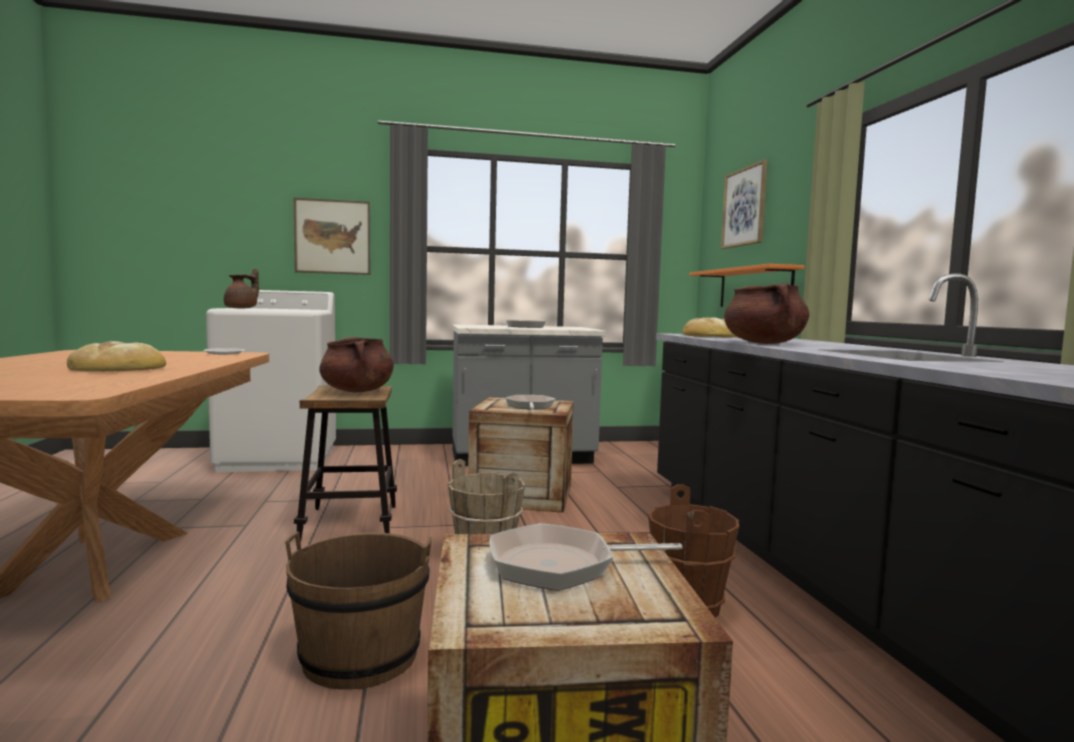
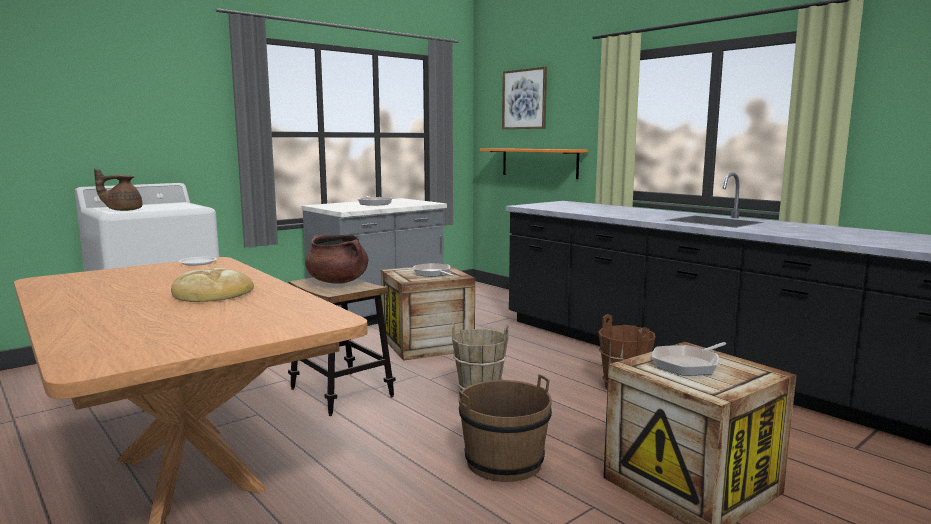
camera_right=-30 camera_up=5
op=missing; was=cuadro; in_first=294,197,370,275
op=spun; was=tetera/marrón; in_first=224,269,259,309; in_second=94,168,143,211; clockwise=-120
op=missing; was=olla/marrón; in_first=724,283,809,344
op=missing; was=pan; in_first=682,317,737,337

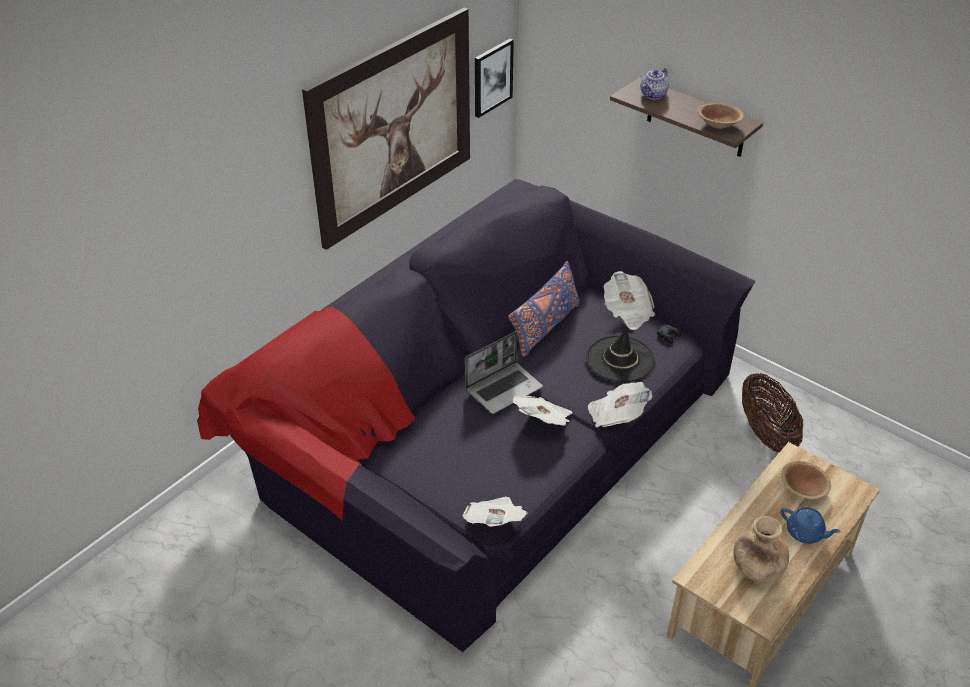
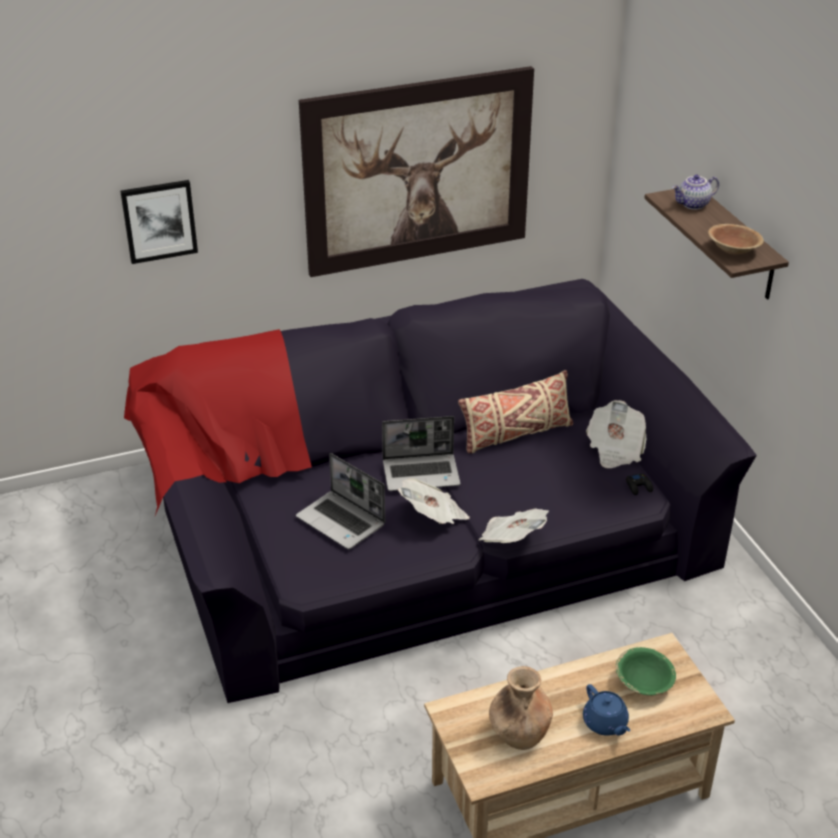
camera_right=30 camera_up=-5
op=relocated; was=cuadro; in_first=475,38,514,118; in_second=120,180,198,264
op=colour; was=cojín/azul; now=cojín/beis; in_first=508,261,580,357; in_second=458,370,573,453
op=missing; was=sombrero/negro; in_first=586,327,655,382
op=missing; was=cesta; in_first=742,373,803,453
op=colour; was=cuenco/marrón; now=cuenco/verde; in_first=781,461,831,500; in_second=616,647,676,695
op=missing; was=periódico; in_first=462,497,527,527
op=appeared; now=portátil; in_second=296,453,385,549

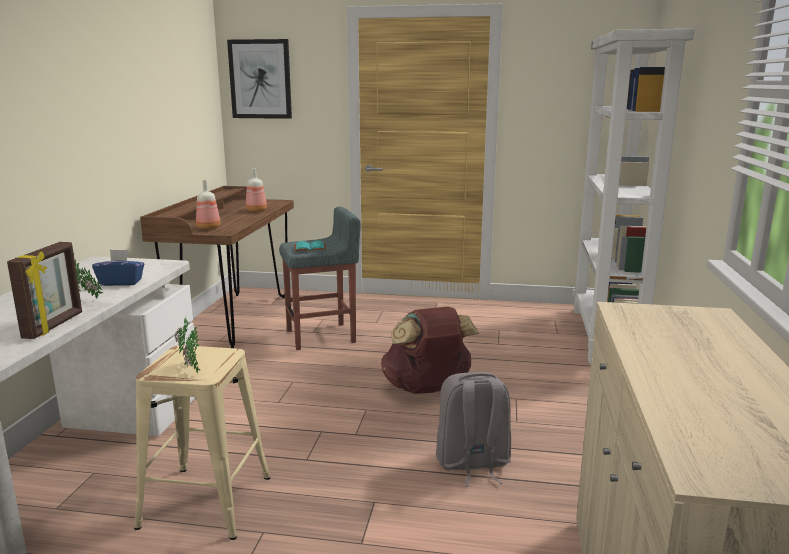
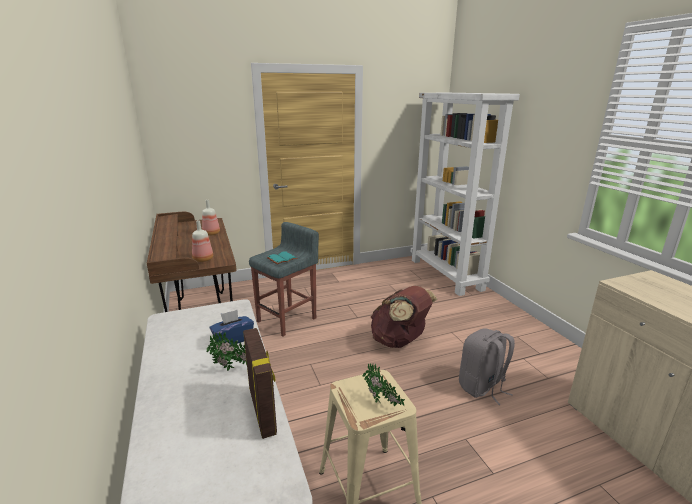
camera_right=-30 camera_up=5
op=missing; was=cuadro; in_first=227,39,292,119

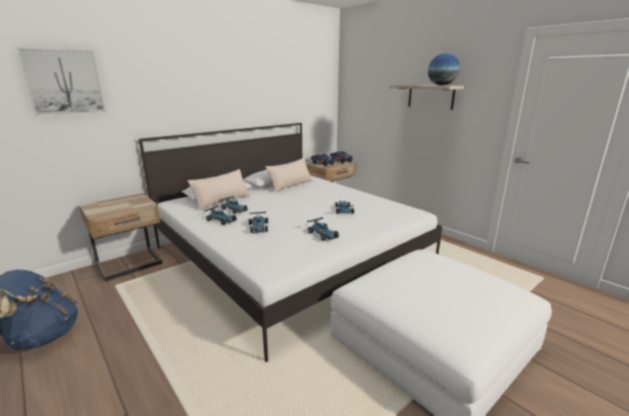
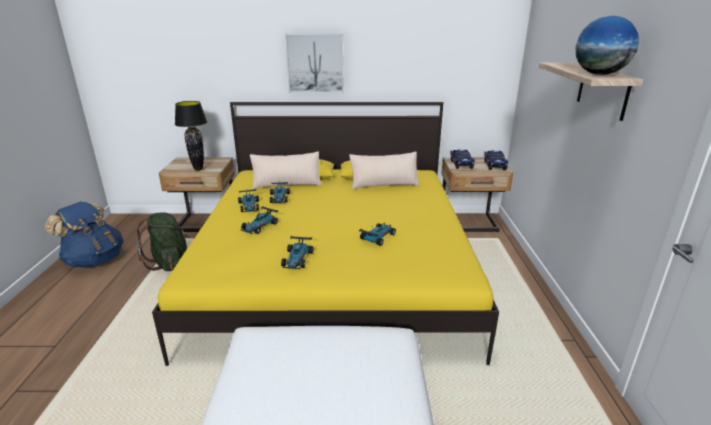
camera_right=40 camera_up=5
op=relocated; was=cuadro; in_first=17,47,106,116; in_second=285,34,344,93
op=colour; was=cama/blanco; now=cama/amarillo; in_first=139,123,442,362; in_second=152,102,499,366
op=appeared; now=lámpara de mesa/negro; in_second=175,101,207,171
op=appeared; now=mochila/verde; in_second=137,212,190,271

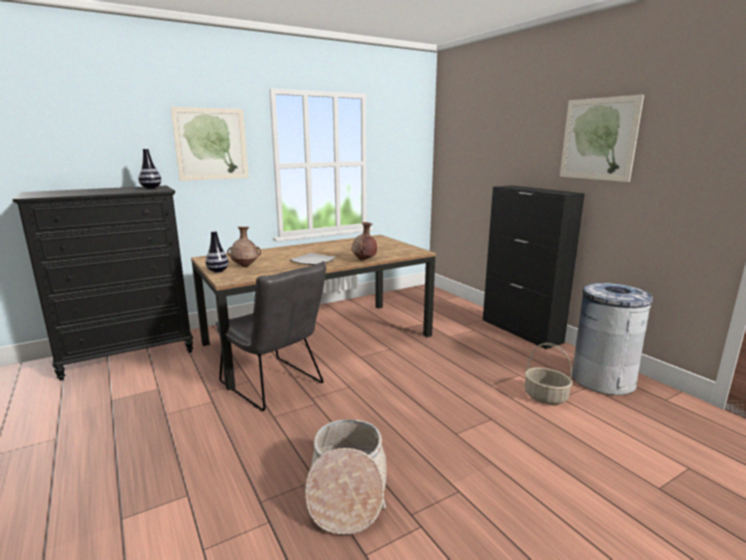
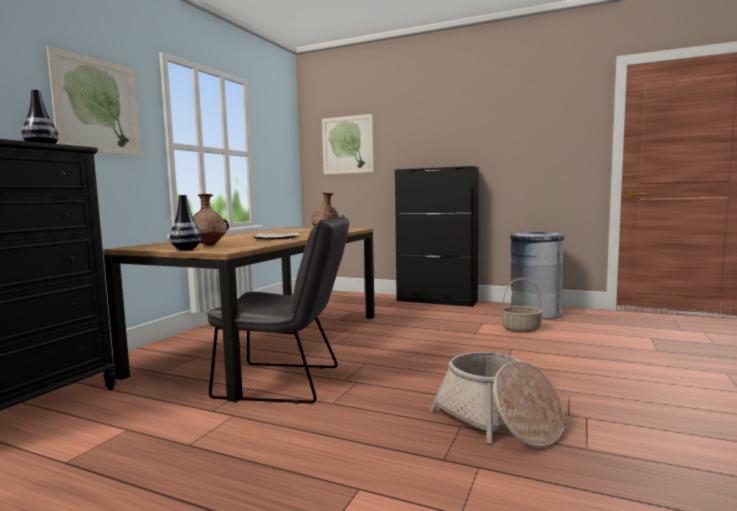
camera_right=-35 camera_up=-10
op=relocated; was=cuadro; in_first=560,94,644,182; in_second=322,114,374,174

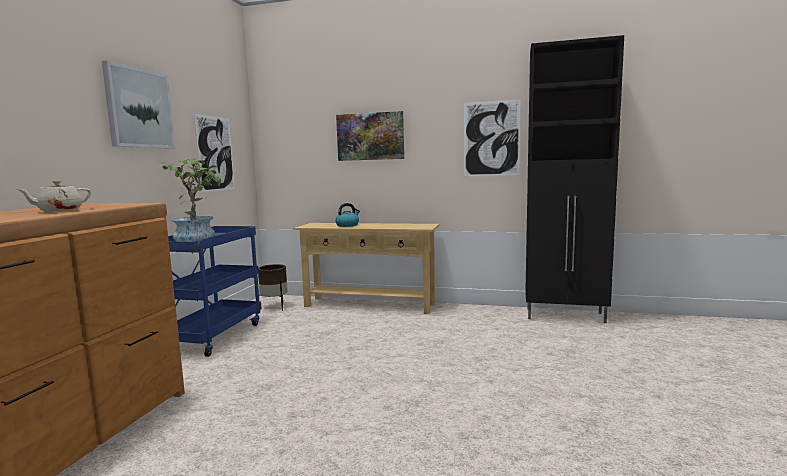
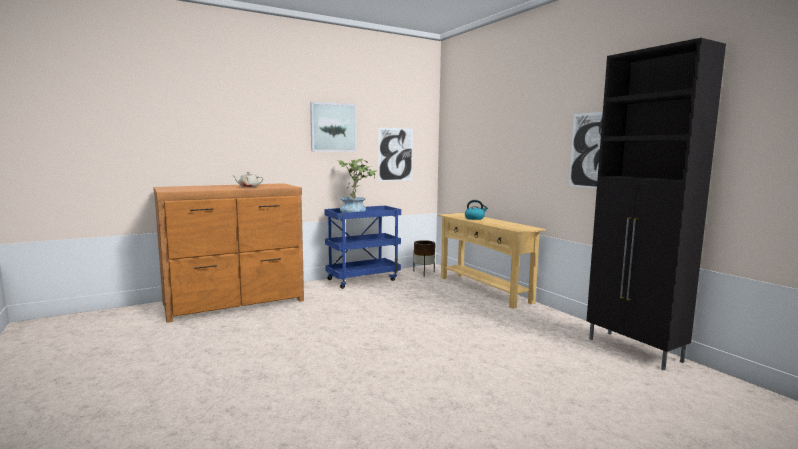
camera_right=45 camera_up=0
op=missing; was=cuadro; in_first=336,111,404,161

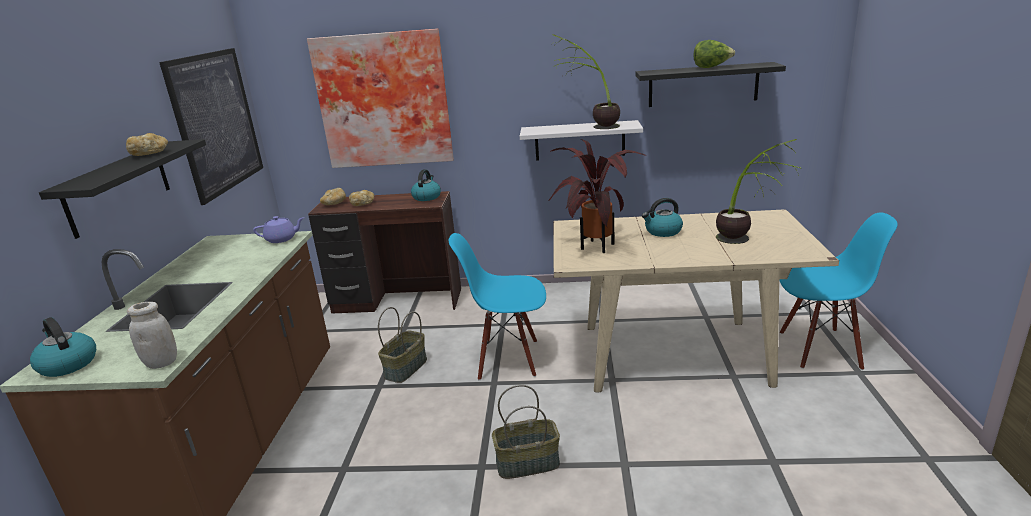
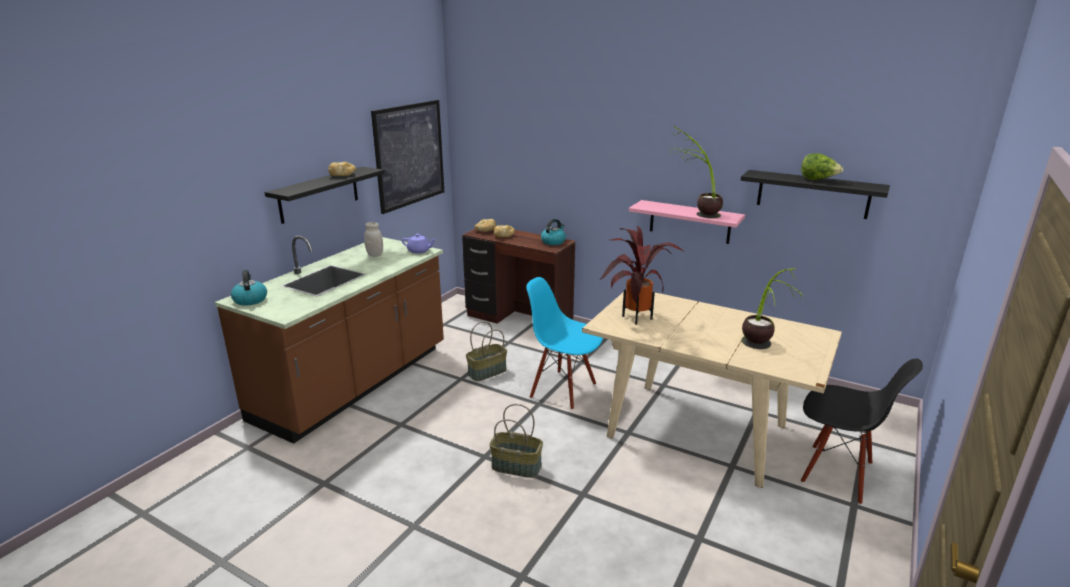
camera_right=25 camera_up=0
op=missing; was=cuadro; in_first=307,28,454,168
op=colour; was=estante/blanco; now=estante/rosa; in_first=520,120,643,161; in_second=629,200,745,244
op=missing; was=hervidor; in_first=642,198,683,237
op=colour; was=silla/azul; now=silla/negro; in_first=779,212,898,370; in_second=801,359,923,505
op=relocated; was=tarro/blanco; in_first=127,302,177,369; in_second=364,222,383,257

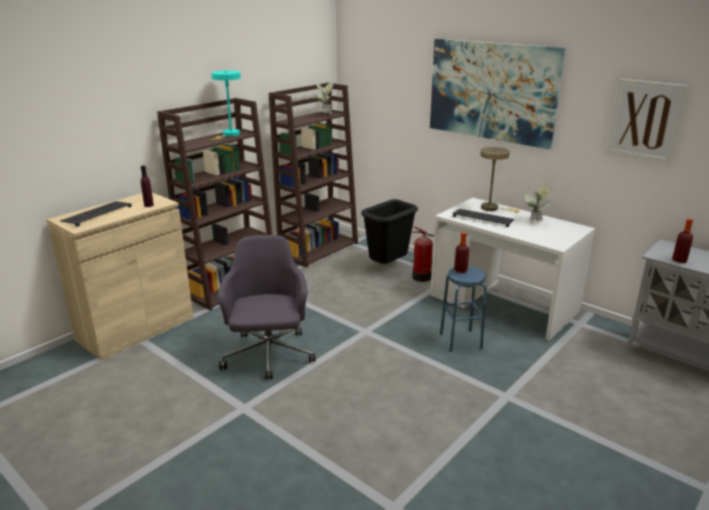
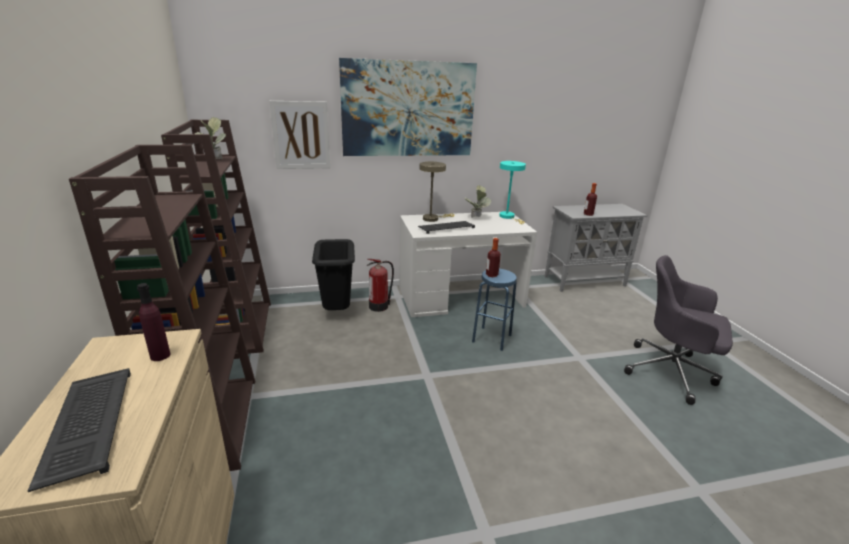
camera_right=-55 camera_up=0
op=relocated; was=lámpara de mesa/turquesa; in_first=210,71,241,140; in_second=499,161,526,224
op=relocated; was=cuadro; in_first=606,79,688,164; in_second=270,101,330,169
op=relocated; was=silla de oficina/gris; in_first=218,235,316,380; in_second=624,255,733,405

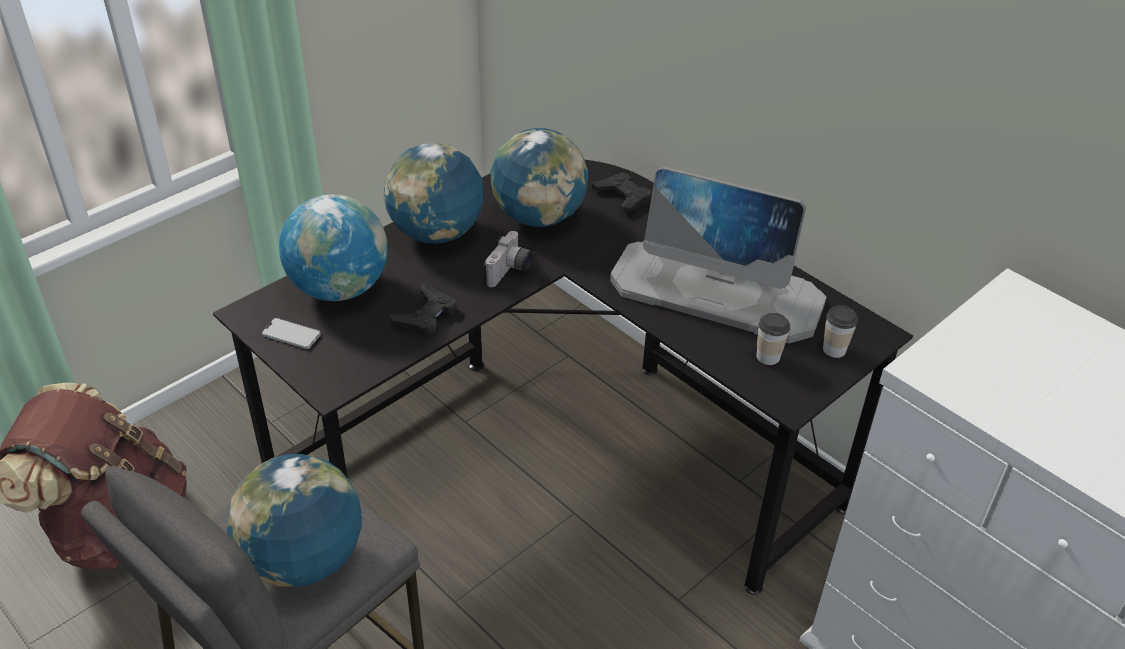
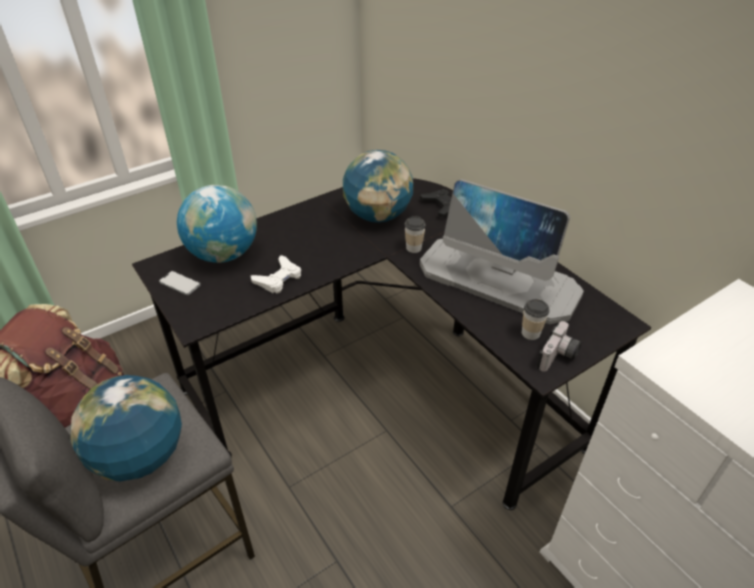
camera_right=10 camera_up=0
op=missing; was=globo terráqueo; in_first=383,143,484,244
op=relocated; was=cámara; in_first=483,231,533,287; in_second=537,321,582,372
op=colour; was=mando de consola/negro; now=mando de consola/blanco; in_first=390,283,456,336; in_second=251,255,301,293
op=relocated; was=taza; in_first=823,305,858,358; in_second=404,216,426,253

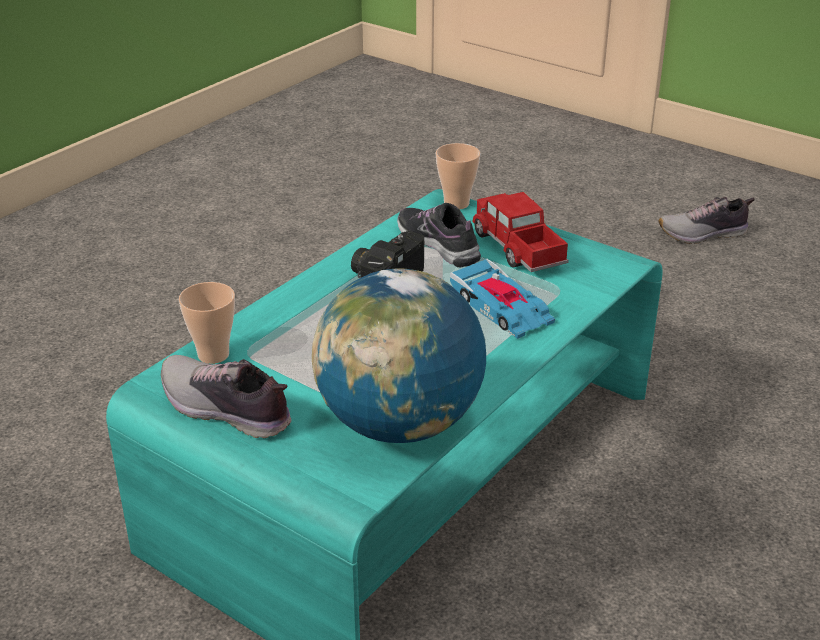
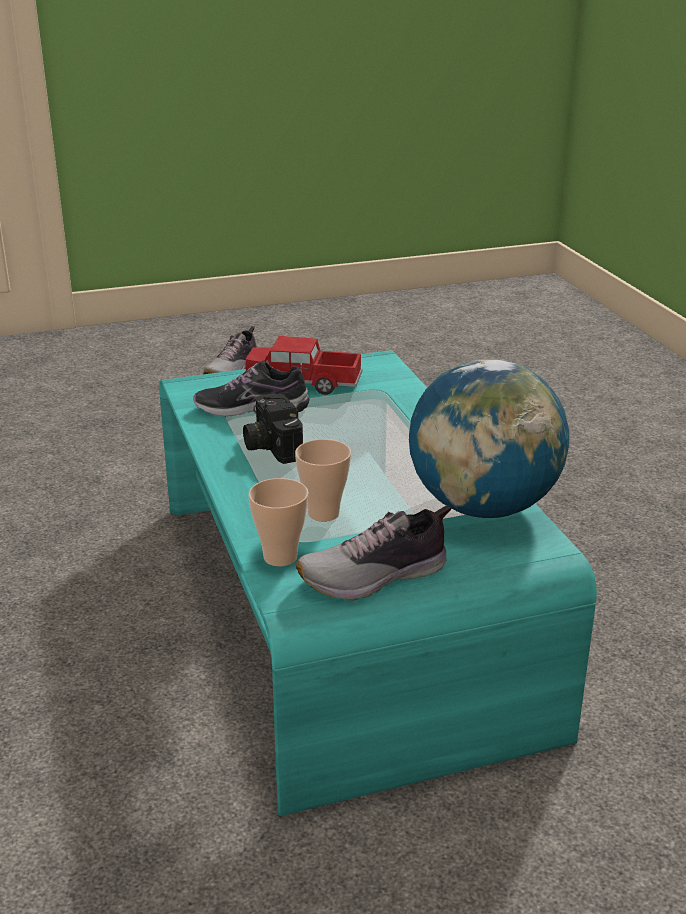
camera_right=-55 camera_up=-5
op=relocated; was=taza; in_first=436,143,480,210; in_second=295,439,351,522
op=missing; was=coche de juguete; in_first=450,259,555,339

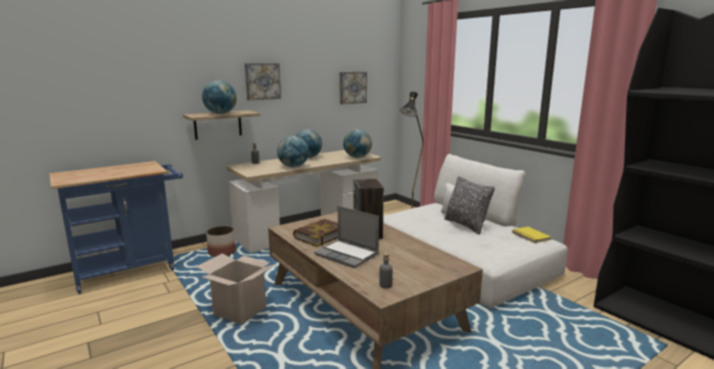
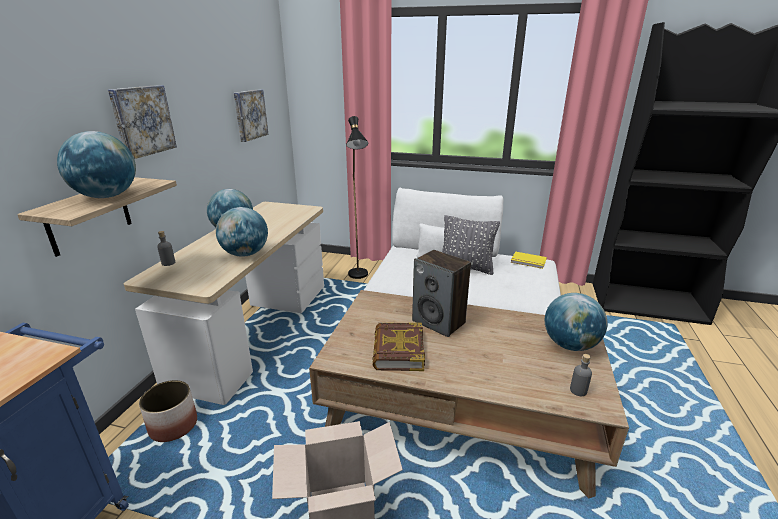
camera_right=-40 camera_up=10
op=relocated; was=globo terráqueo; in_first=343,129,372,158; in_second=545,293,607,351
op=missing; was=portátil; in_first=314,206,379,268

